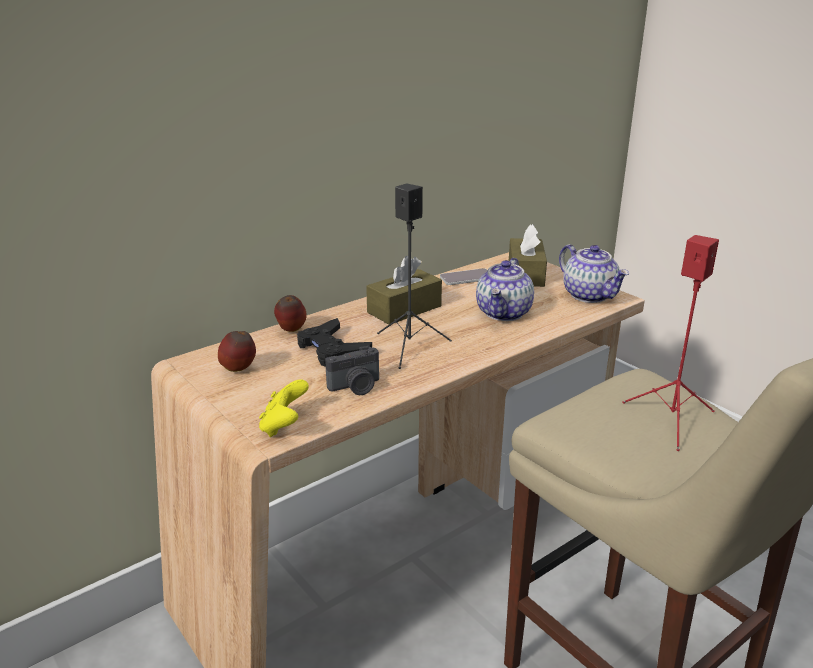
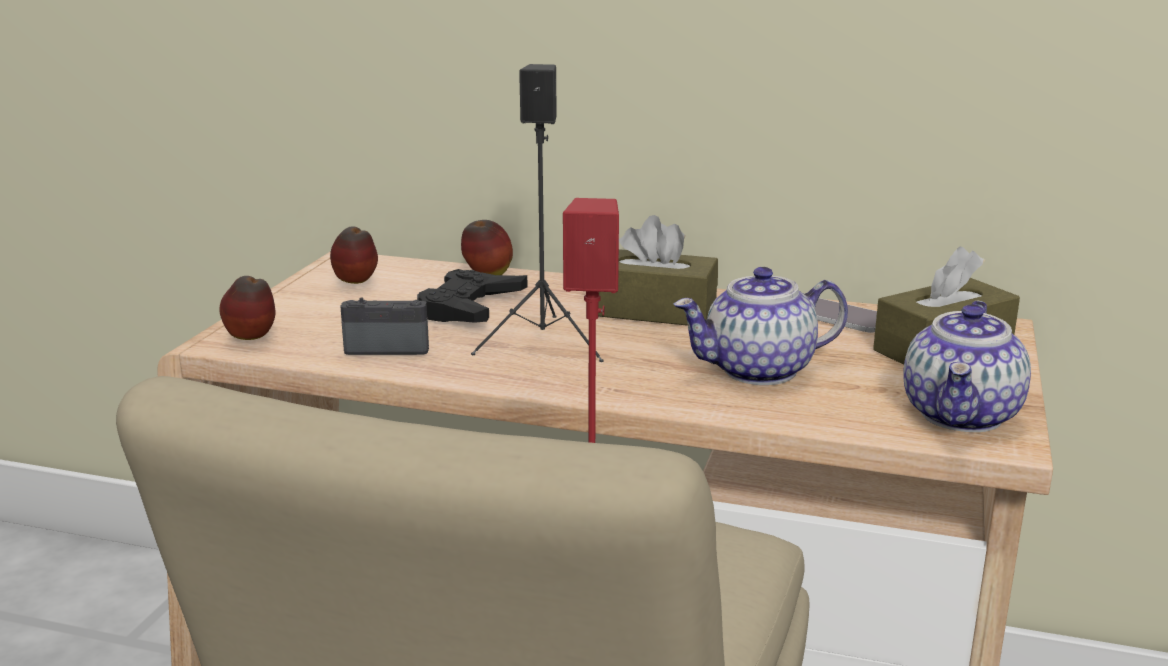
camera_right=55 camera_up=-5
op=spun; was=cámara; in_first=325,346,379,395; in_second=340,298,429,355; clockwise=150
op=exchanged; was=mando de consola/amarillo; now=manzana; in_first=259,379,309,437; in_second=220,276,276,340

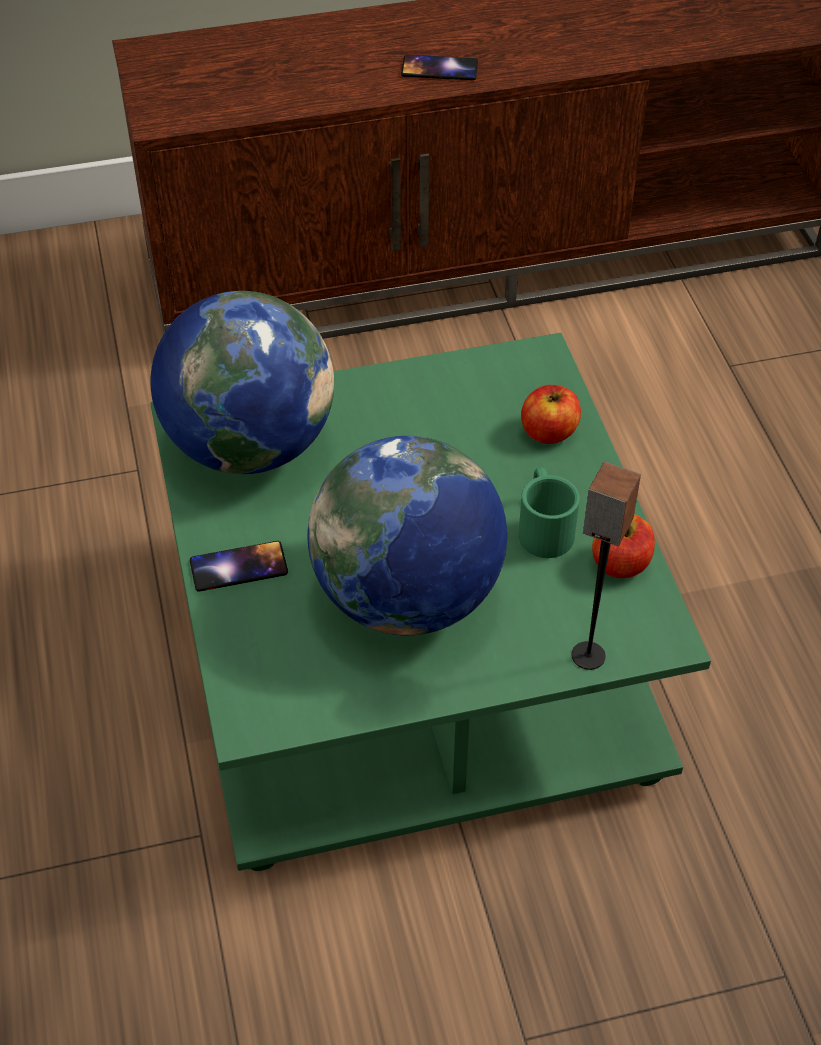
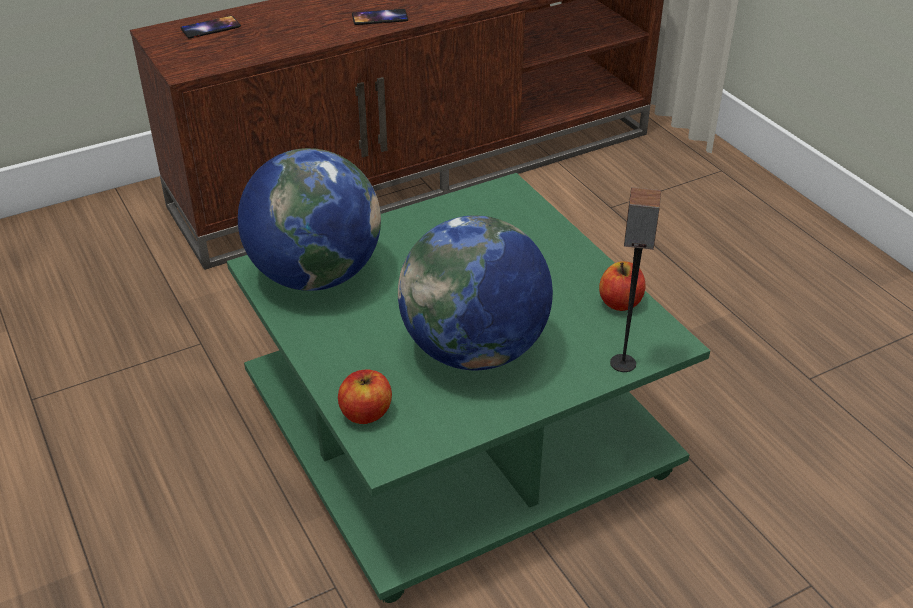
camera_right=-15 camera_up=-10
op=relocated; was=manzana; in_first=521,385,581,444; in_second=338,369,392,424
op=missing; was=taza grande/verde; in_first=518,467,580,558
op=relocated; was=móvil; in_first=190,541,288,592; in_second=181,16,241,38

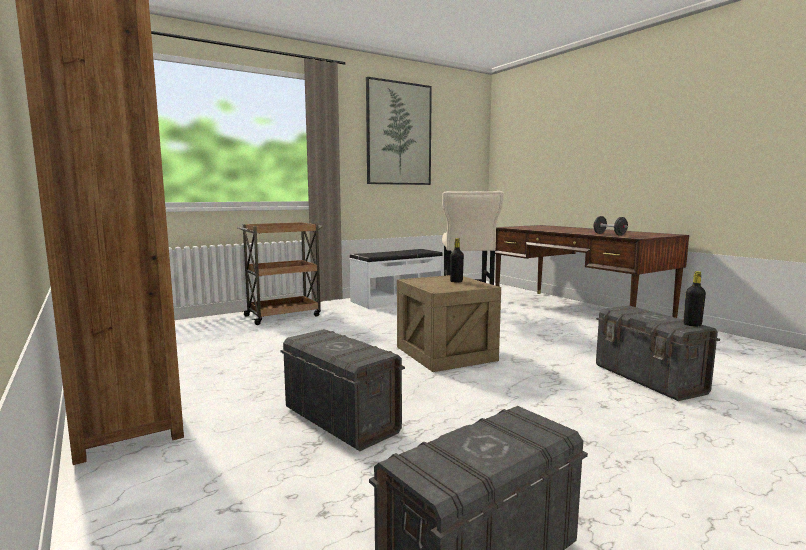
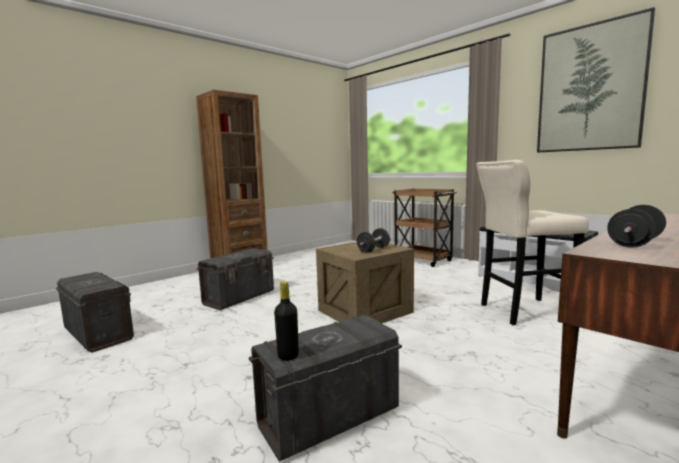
camera_right=80 camera_up=0
op=exchanged; was=botella/negro; now=mancuerna/negro; in_first=450,238,464,283; in_second=357,228,390,253

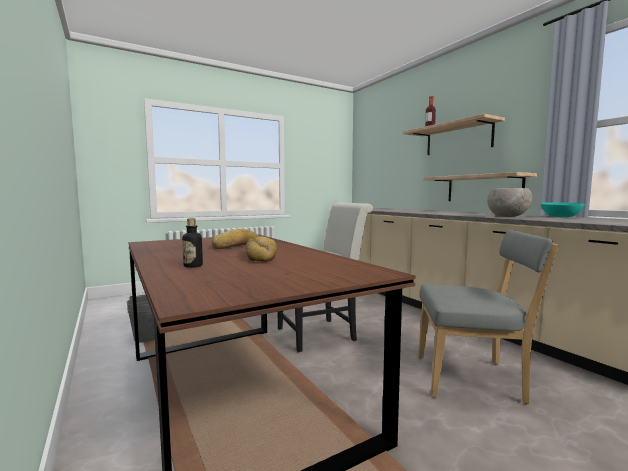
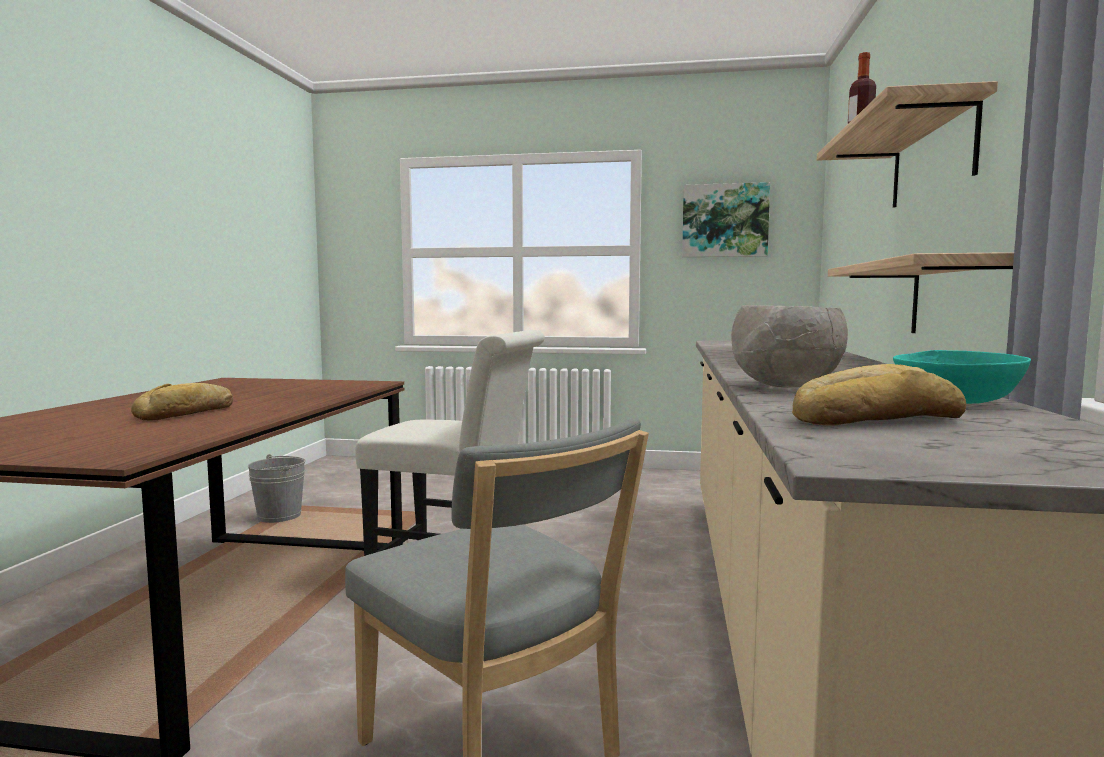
camera_right=40 camera_up=0
op=missing; was=botella; in_first=182,218,203,268
op=relocated; was=pan; in_first=212,229,259,249; in_second=792,364,966,426
op=appeared; now=cuadro; in_second=682,182,770,257

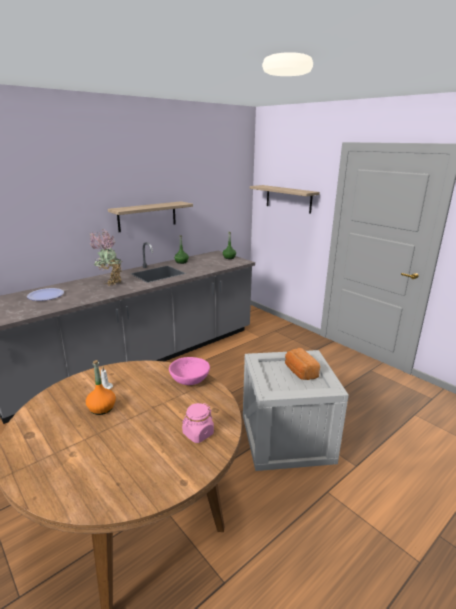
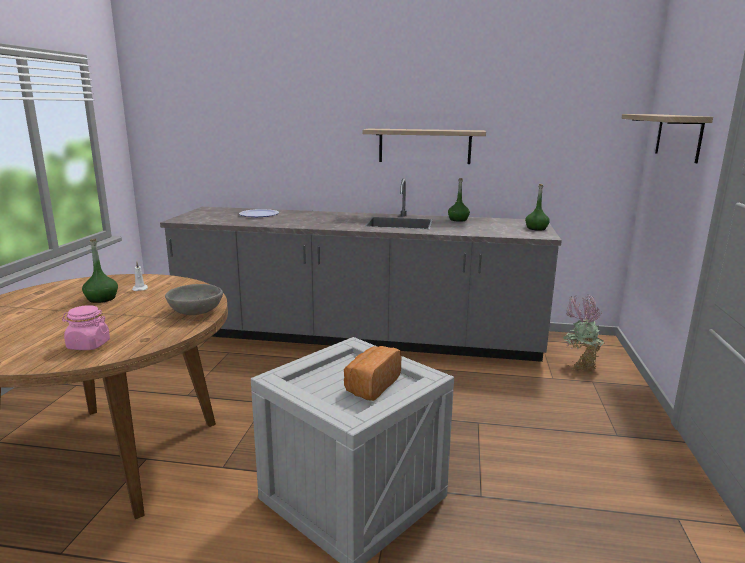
camera_right=50 camera_up=-5
op=relocated; was=planta en maceta; in_first=90,229,122,286; in_second=563,294,605,372
op=colour; was=cuenco/rosa; now=cuenco/gris; in_first=169,357,210,385; in_second=165,284,223,315
op=colour; was=botella/naranja; now=botella/verde; in_first=86,360,116,415; in_second=82,239,118,303

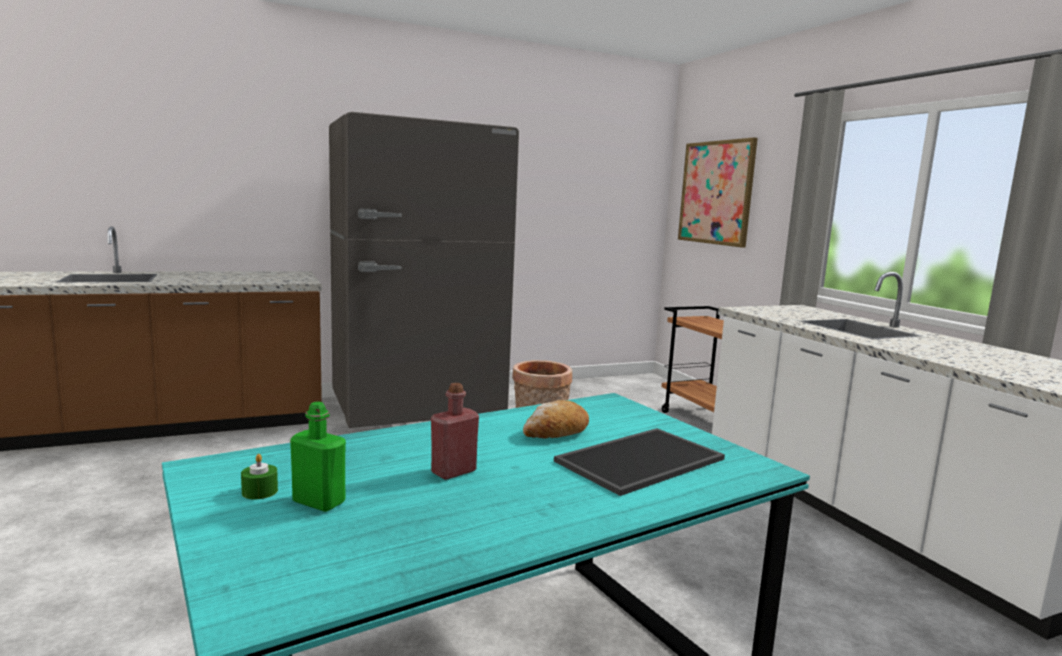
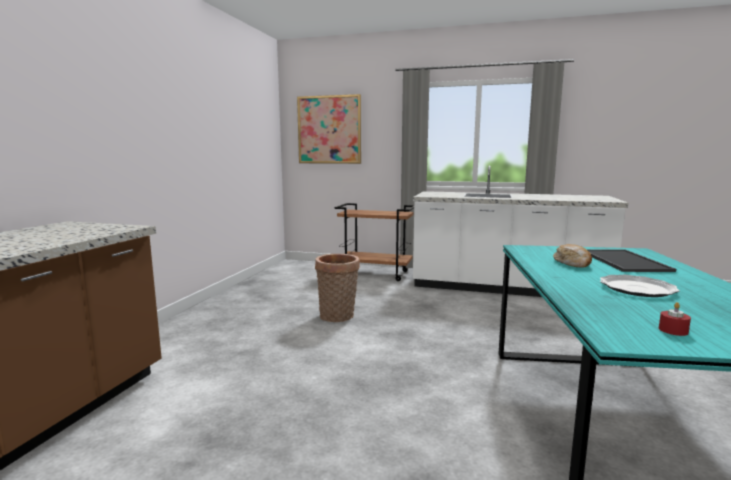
camera_right=-50 camera_up=0
op=missing; was=nevera/gris; in_first=329,112,519,428
op=exchanged; was=botella/rojo; now=plato; in_first=431,383,479,480; in_second=600,275,679,297
op=missing; was=botella/verde; in_first=290,402,346,512
op=colour; was=vela/verde; now=vela/rojo; in_first=241,454,278,499; in_second=659,302,691,336

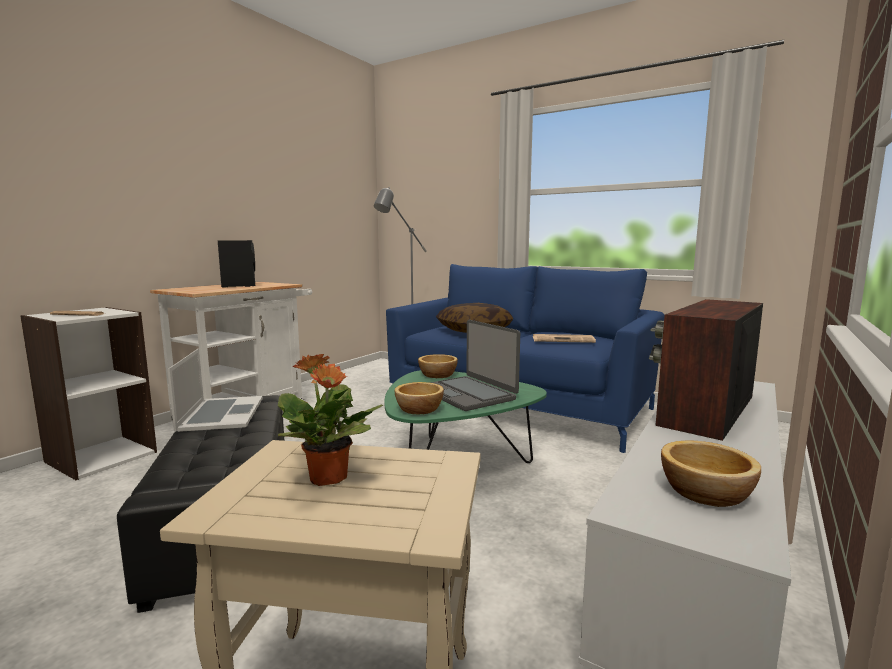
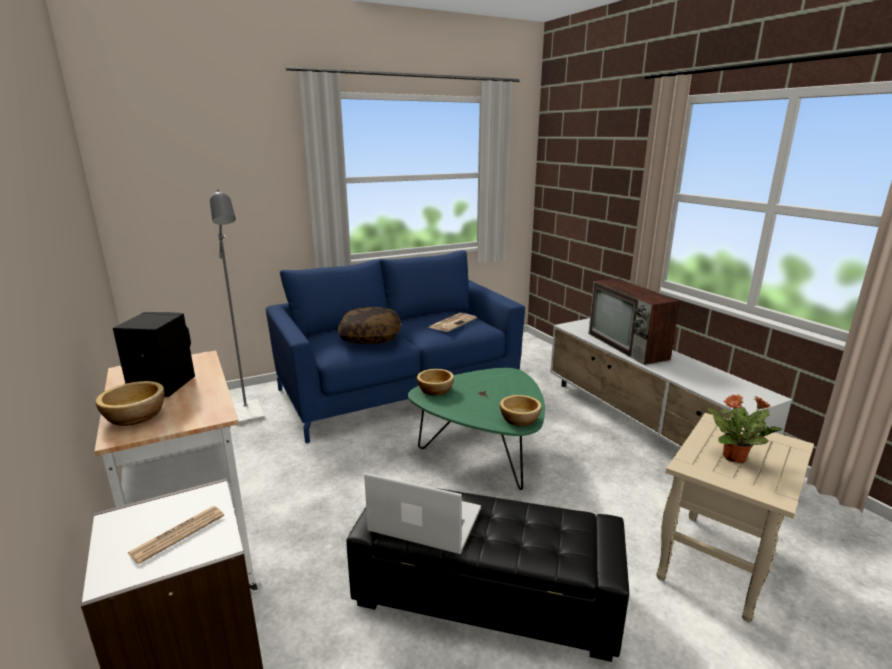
camera_right=-60 camera_up=10
op=missing; was=portátil; in_first=430,320,520,411
op=relocated; was=cuenco; in_first=661,440,761,507; in_second=95,381,164,426

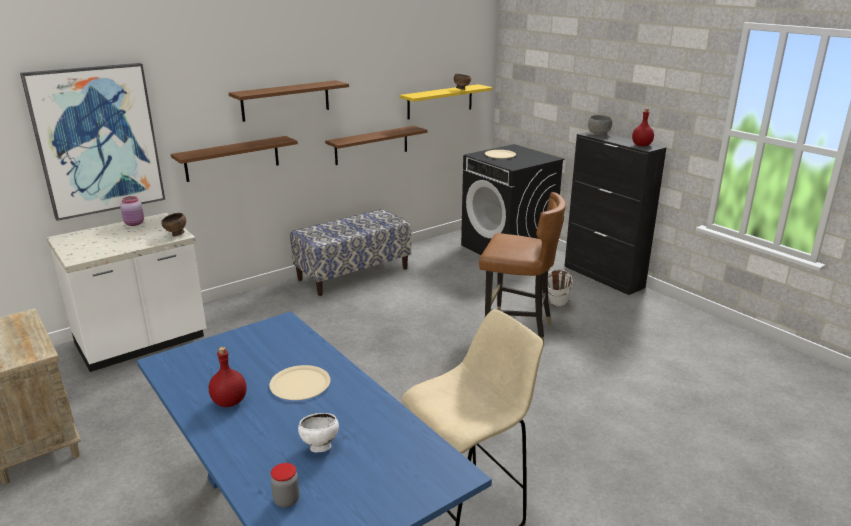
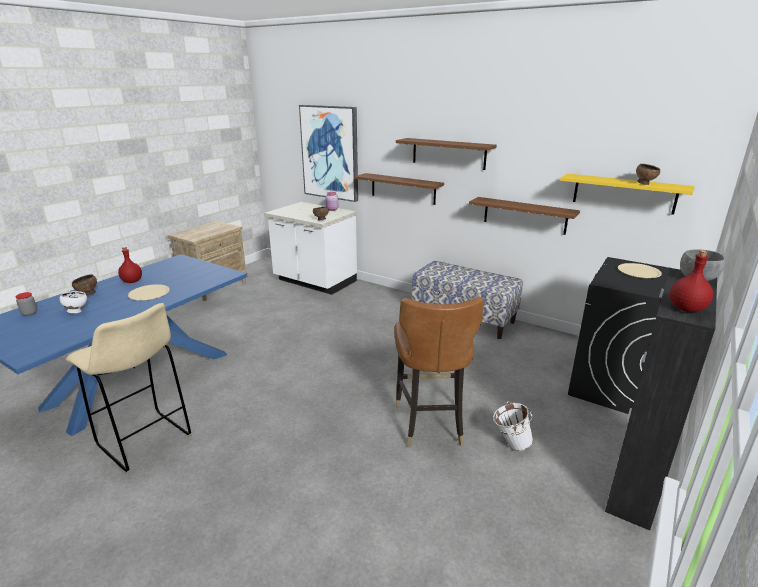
camera_right=70 camera_up=0
op=appeared; now=cuenco/marrón; in_second=72,274,97,296

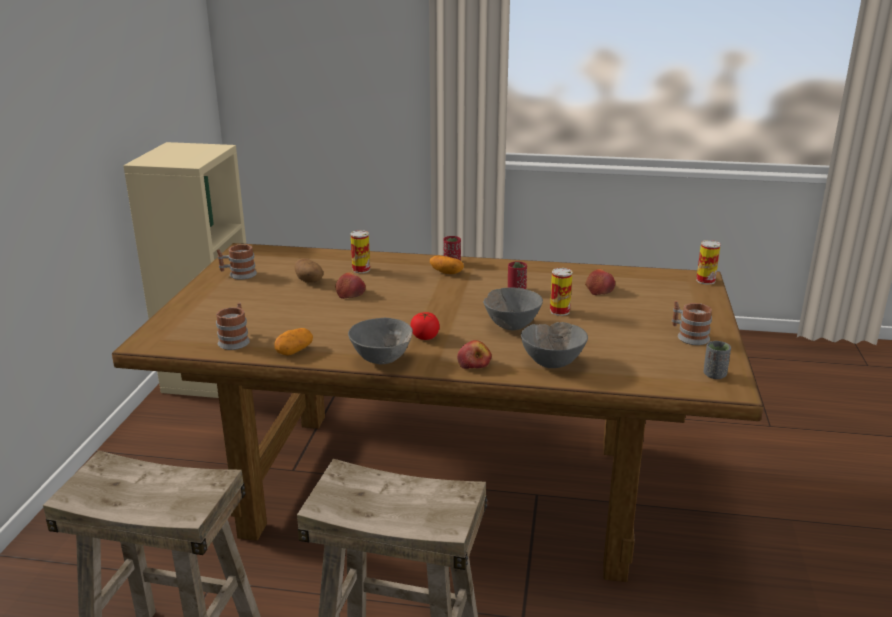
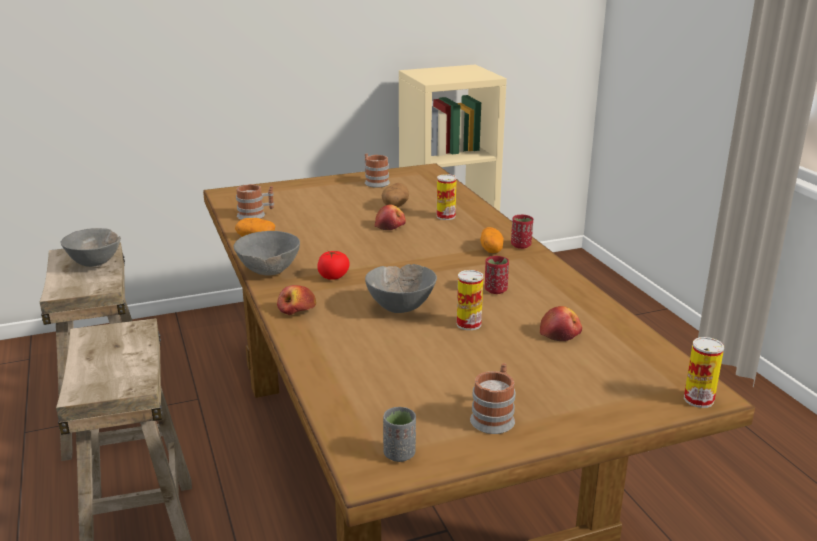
camera_right=60 camera_up=0
op=relocated; was=cuenco/gris; in_first=521,322,588,368; in_second=61,228,121,267

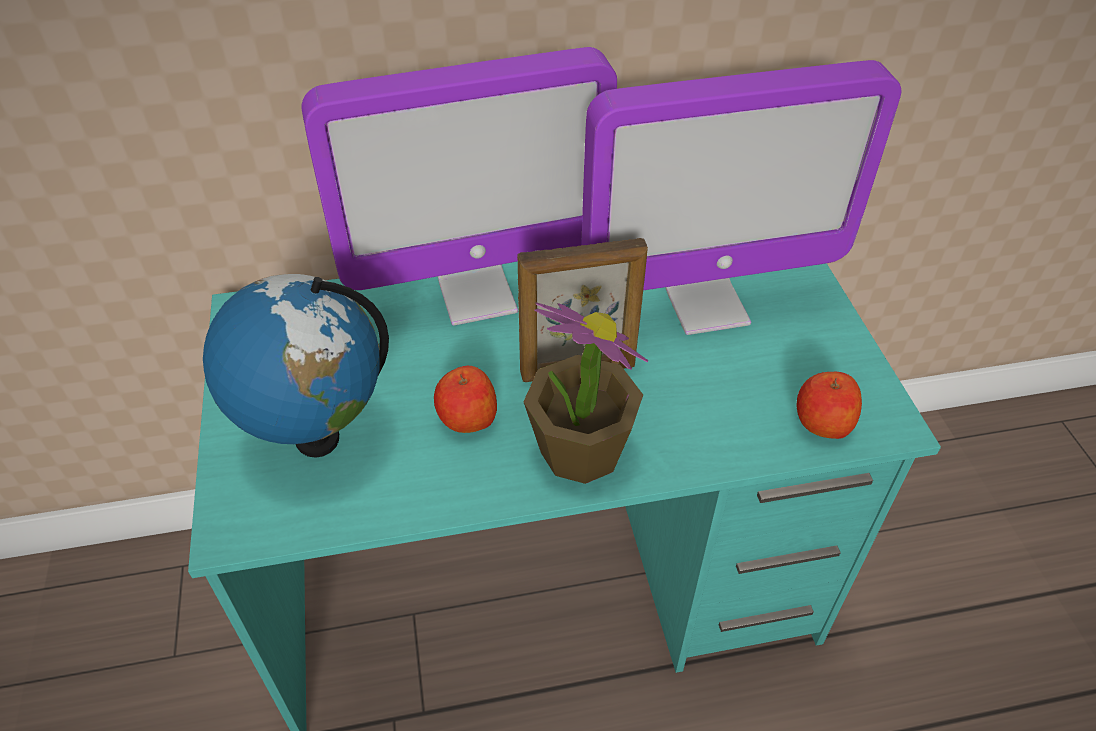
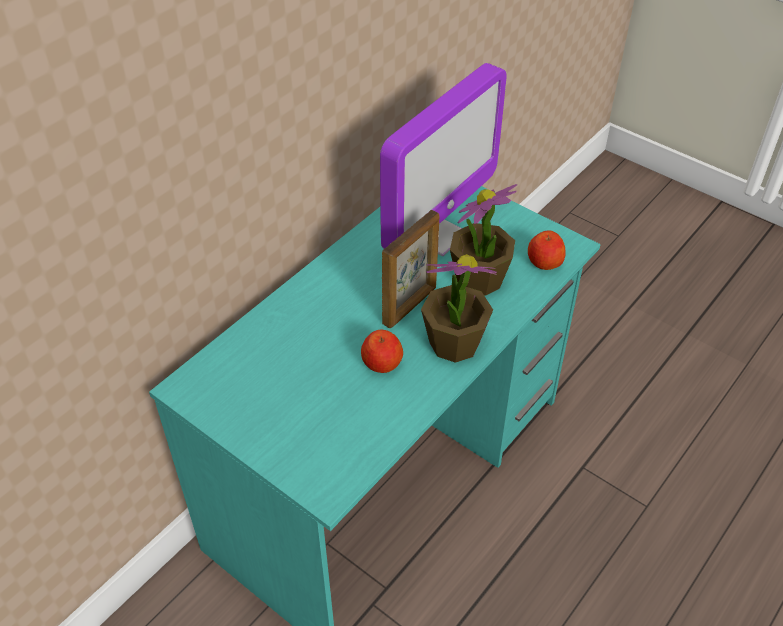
camera_right=-40 camera_up=0
op=missing; was=monitor; in_first=301,47,617,325
op=missing; was=globo terráqueo; in_first=203,274,389,458
op=appeared; now=planta en maceta; in_second=450,184,517,296

